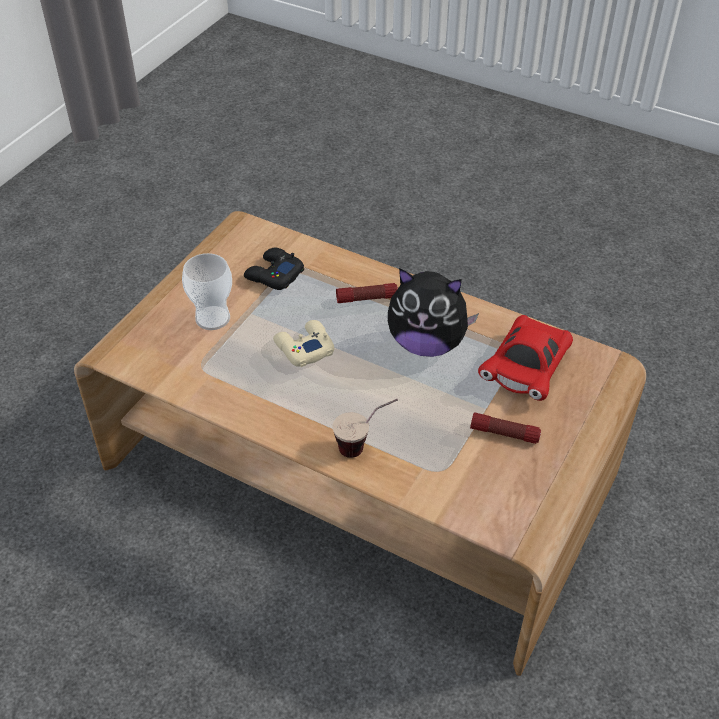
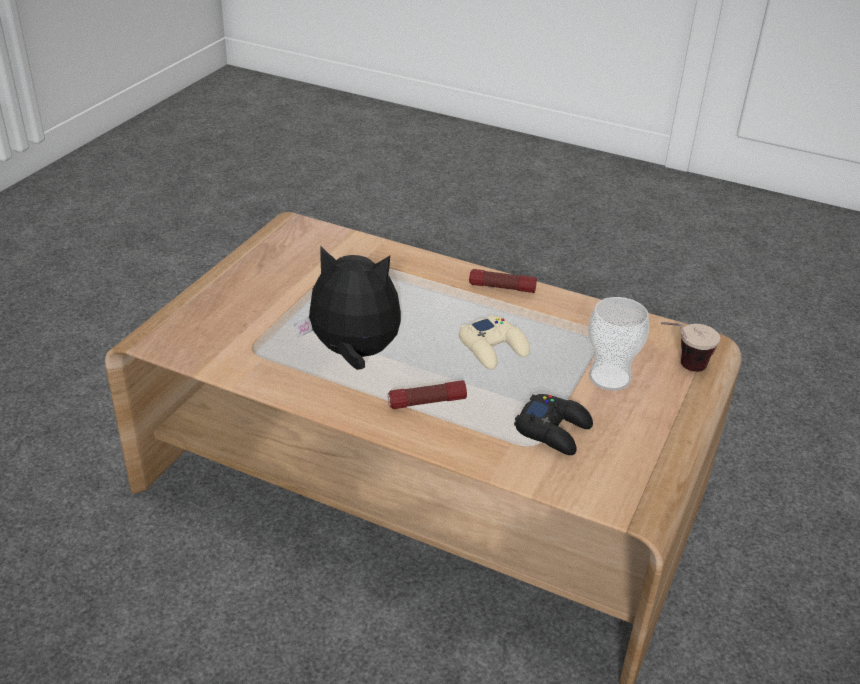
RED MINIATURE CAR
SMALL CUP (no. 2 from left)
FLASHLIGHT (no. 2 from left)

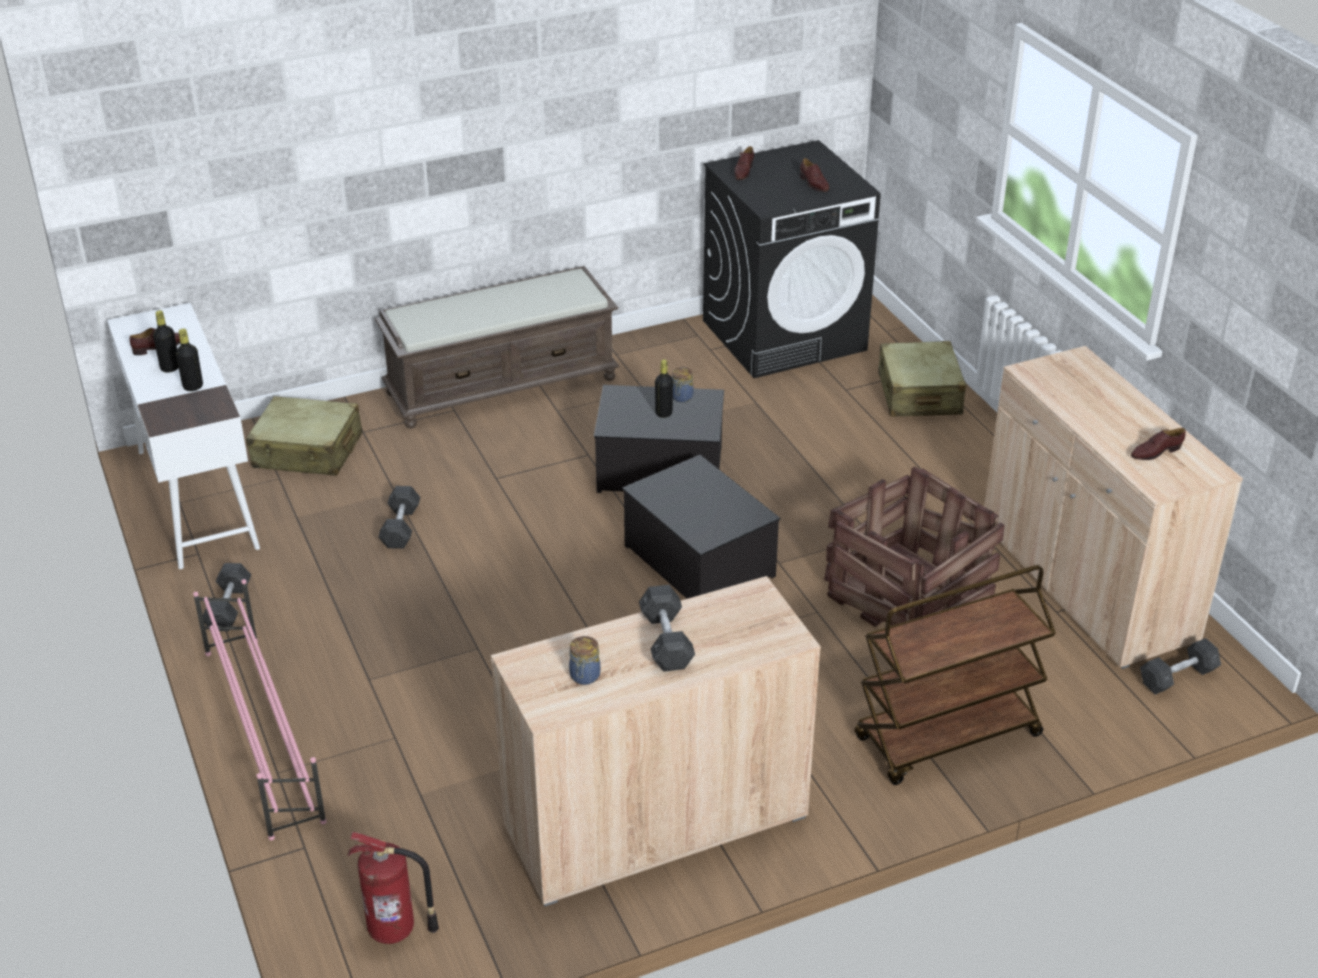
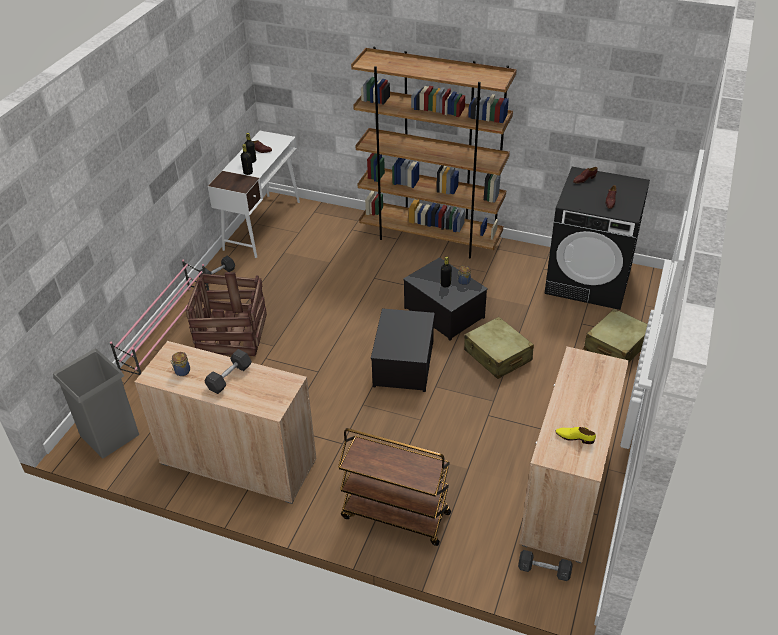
BROWN-COLOURED BOOKCASE
BEIGE TRAVEL CASE (no. 1 from left)
YELLOW LOW SHOE
SHIPPING CRATE
GREY HAND WEIGHT (no. 2 from left in the first image)
GREY TRASH CAN

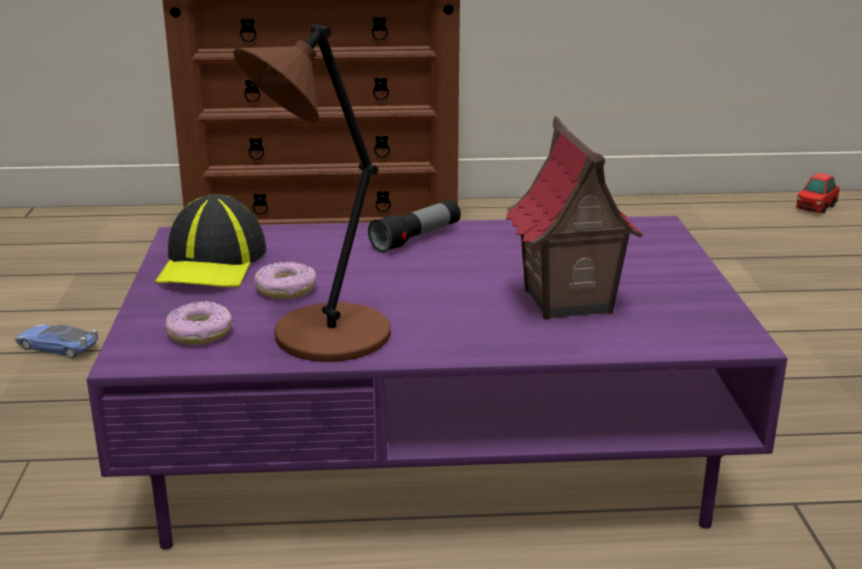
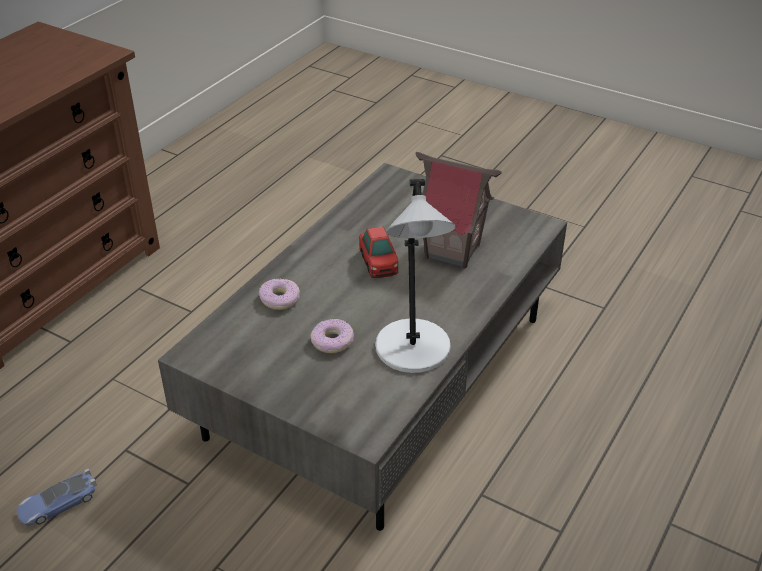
GREY TABLETOP LAMP
MINIATURE CAR (no. 2 from left)
PEAKED CAP
FLASHLIGHT
GREY LOW TABLE
DOUGHNUT (no. 1 from left)

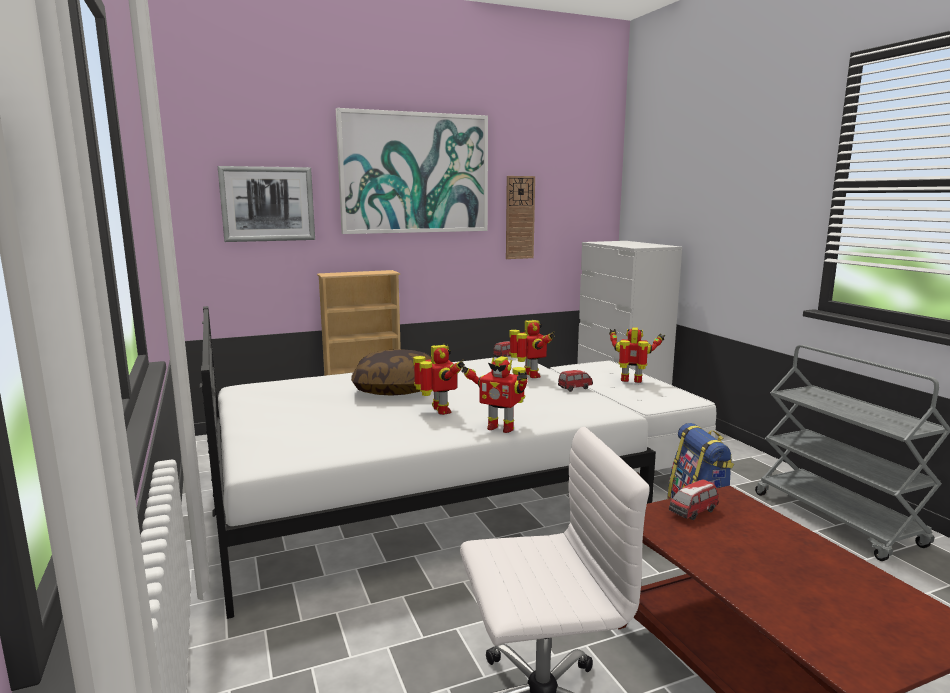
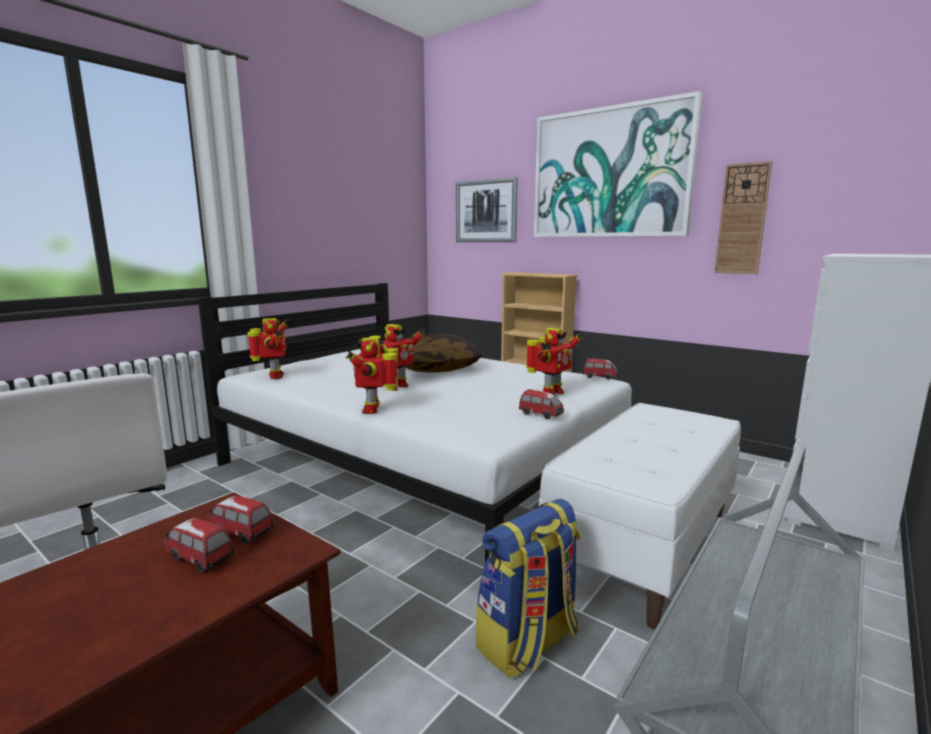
TOY ROBOT (no. 1 from left)
MINIATURE CAR (no. 1 from left)

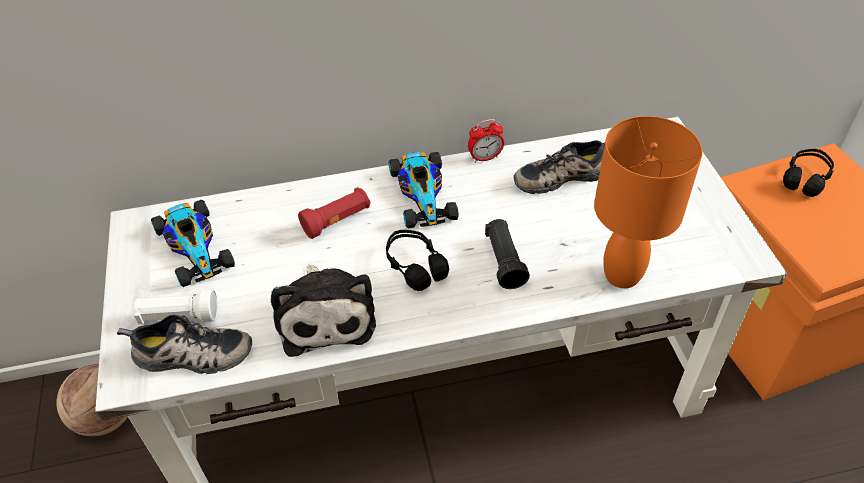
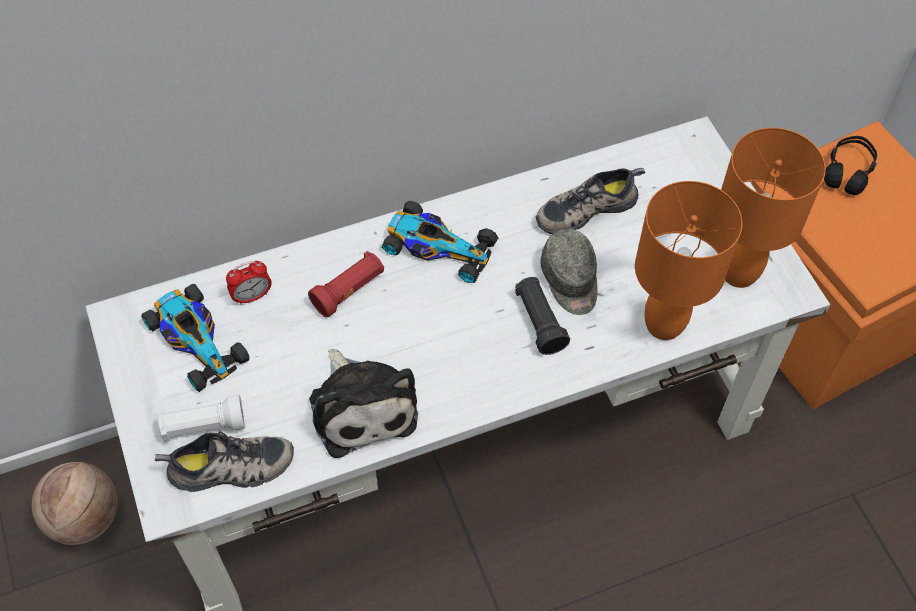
BEDSIDE CLOCK
MINIATURE CAR (no. 2 from left)
BLACK HEADSET (no. 1 from left in the first image)
ORANGE-COLOURED TABLETOP LAMP (no. 2 from left)
GREY PEAKED CAP

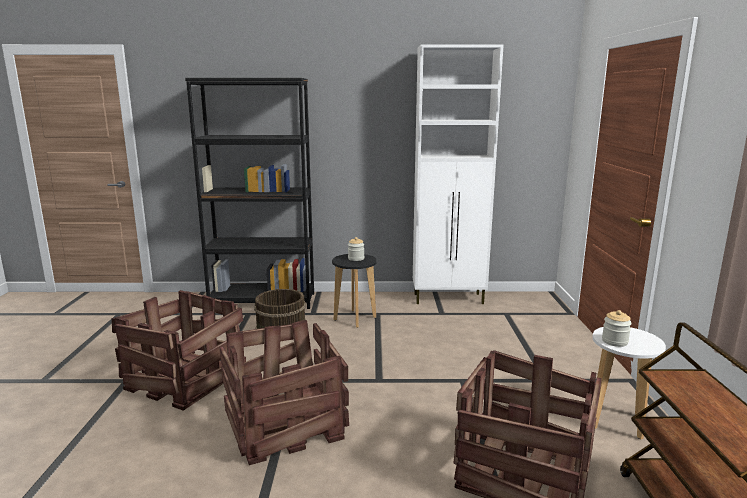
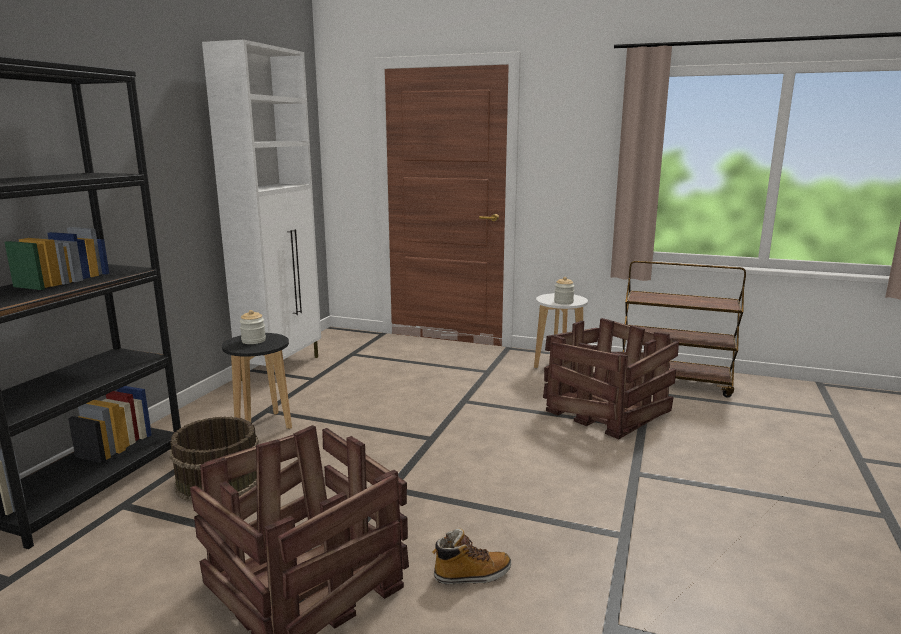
SHIPPING CRATE (no. 2 from left in the first image)
BOOT

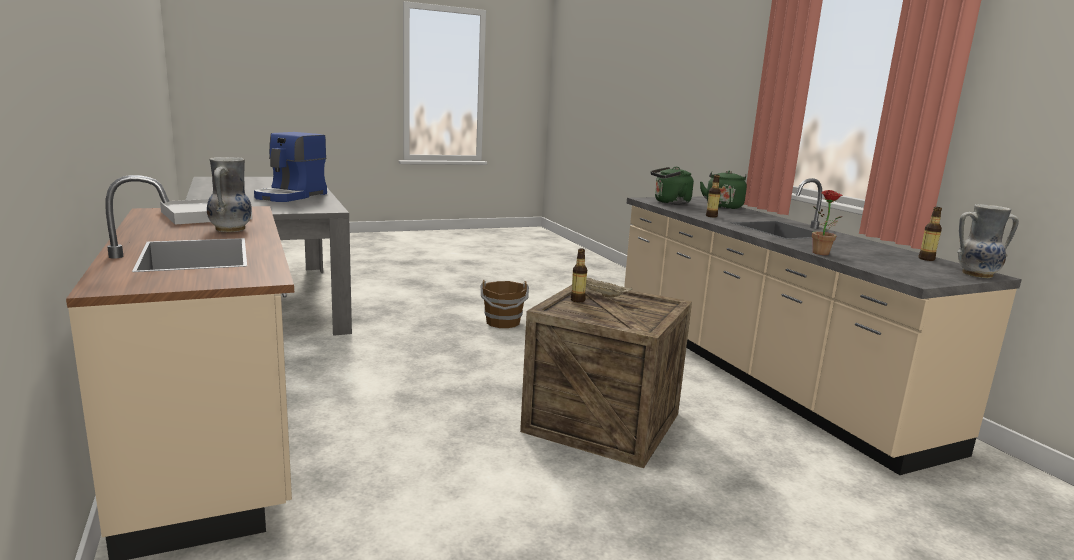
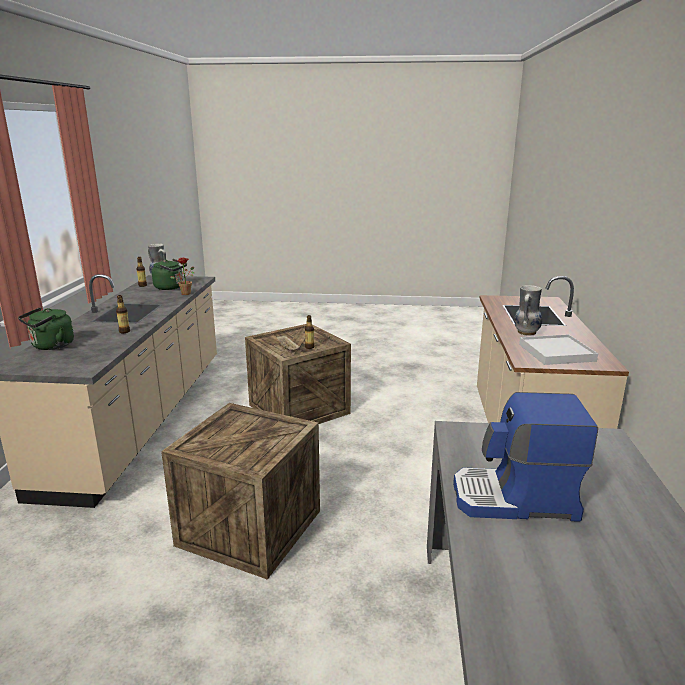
COFFEE MACHINE
GREEN WATER KETTLE (no. 2 from left)
SHIPPING CRATE (no. 1 from left)

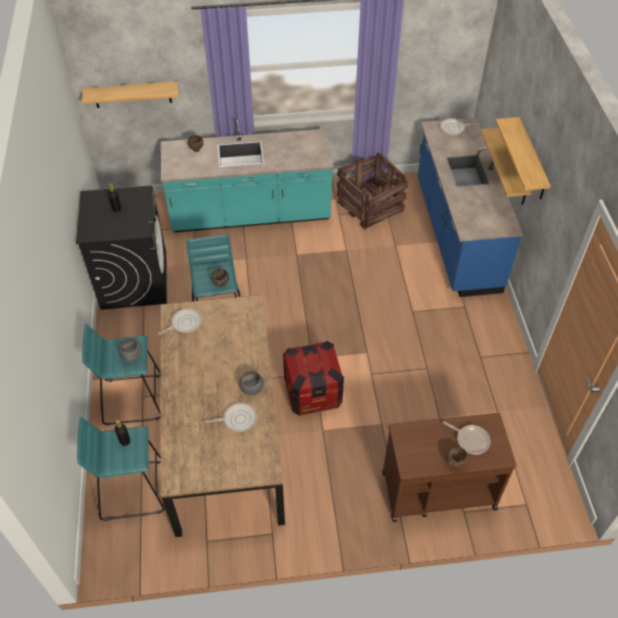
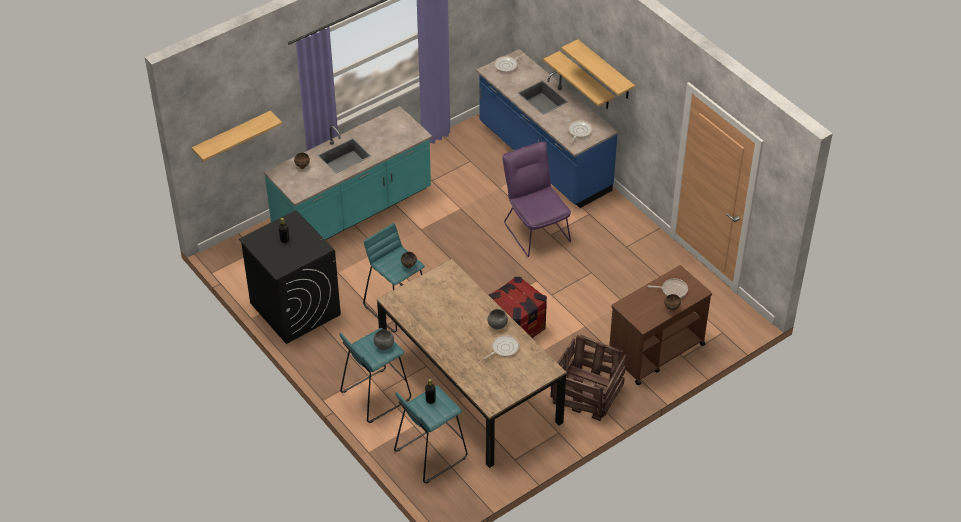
SHIPPING CRATE (no. 2 from left)
SKILLET (no. 3 from left)
PURPLE-COLOURED UPRIGHT CHAIR

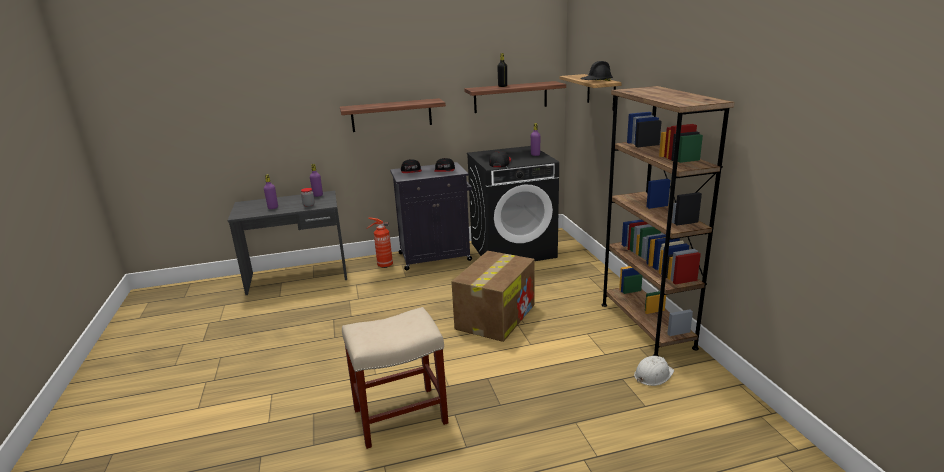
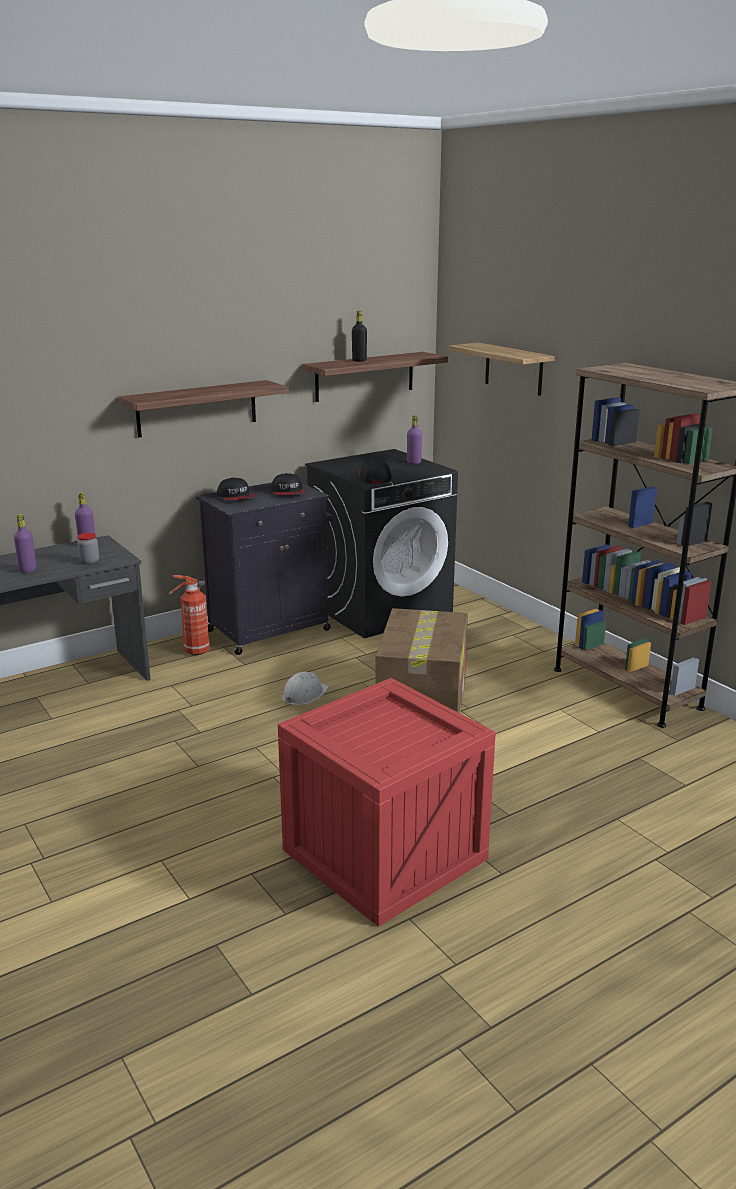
BLACK HARD HAT
SHIPPING CRATE
WHITISH HARD HAT

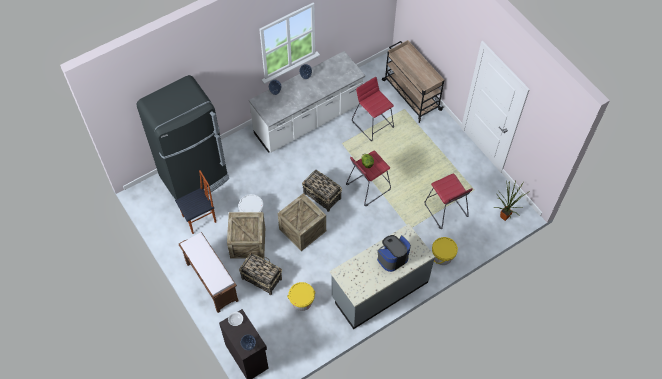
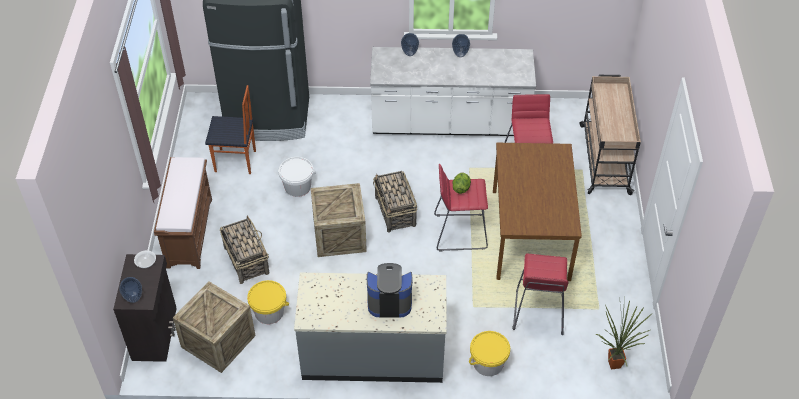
SHIPPING CRATE (no. 1 from left)
BROWN-COLOURED DINING TABLE

